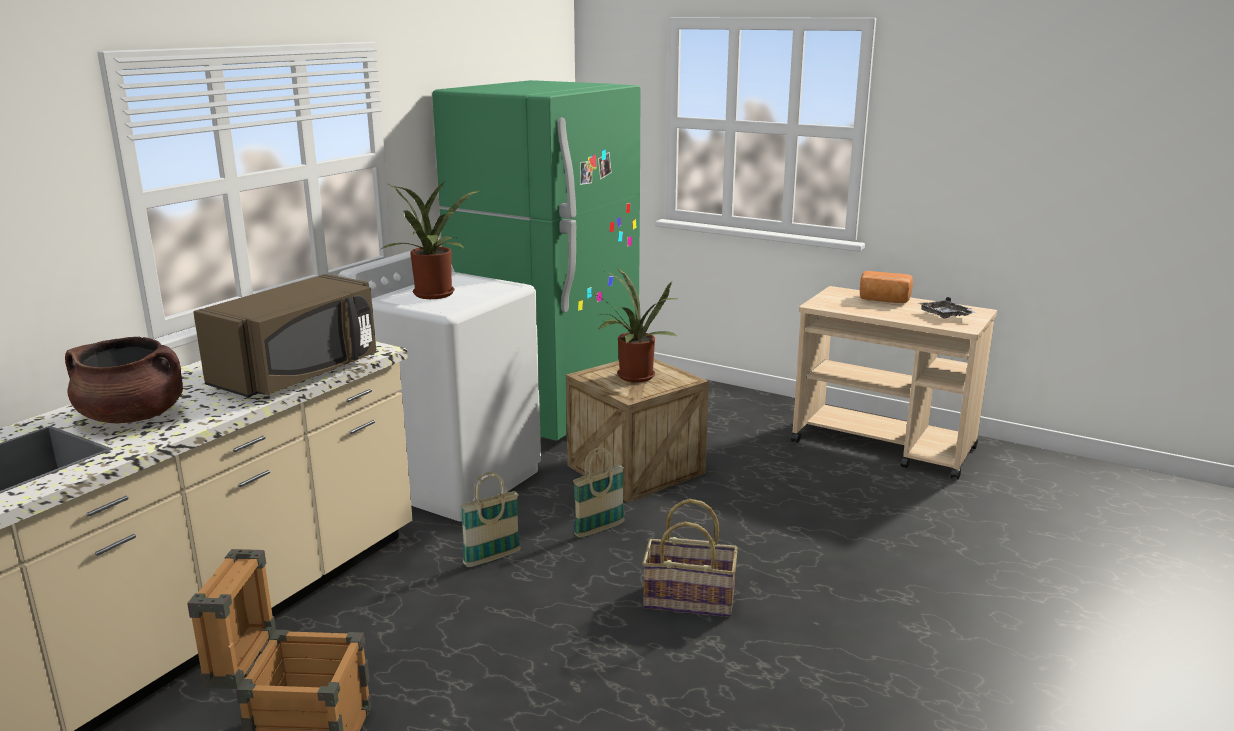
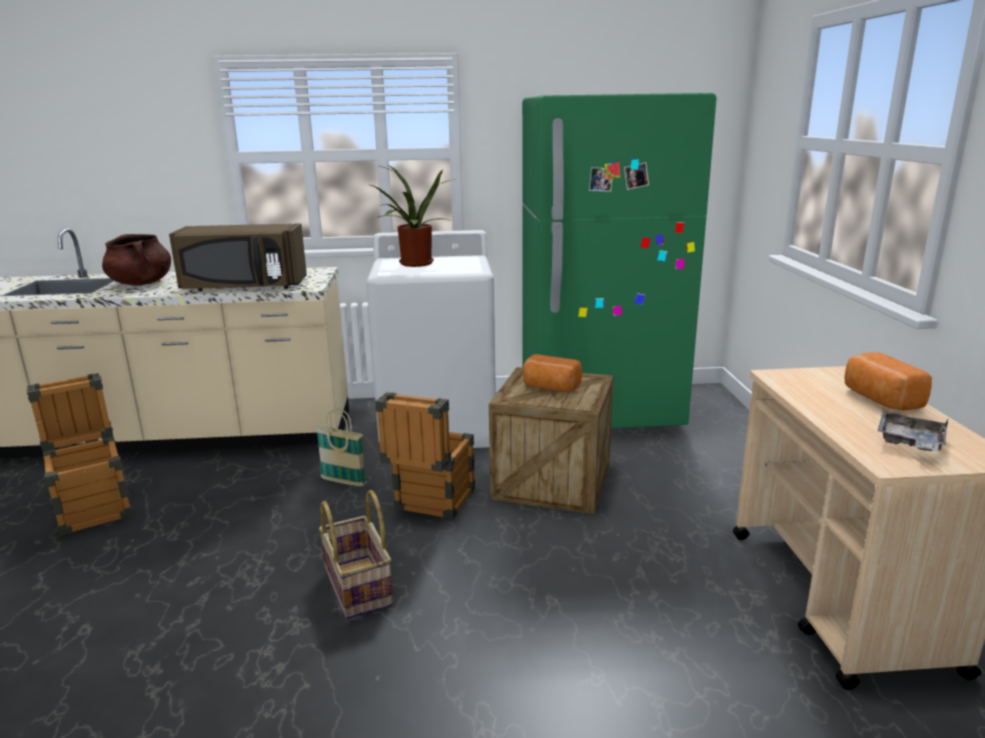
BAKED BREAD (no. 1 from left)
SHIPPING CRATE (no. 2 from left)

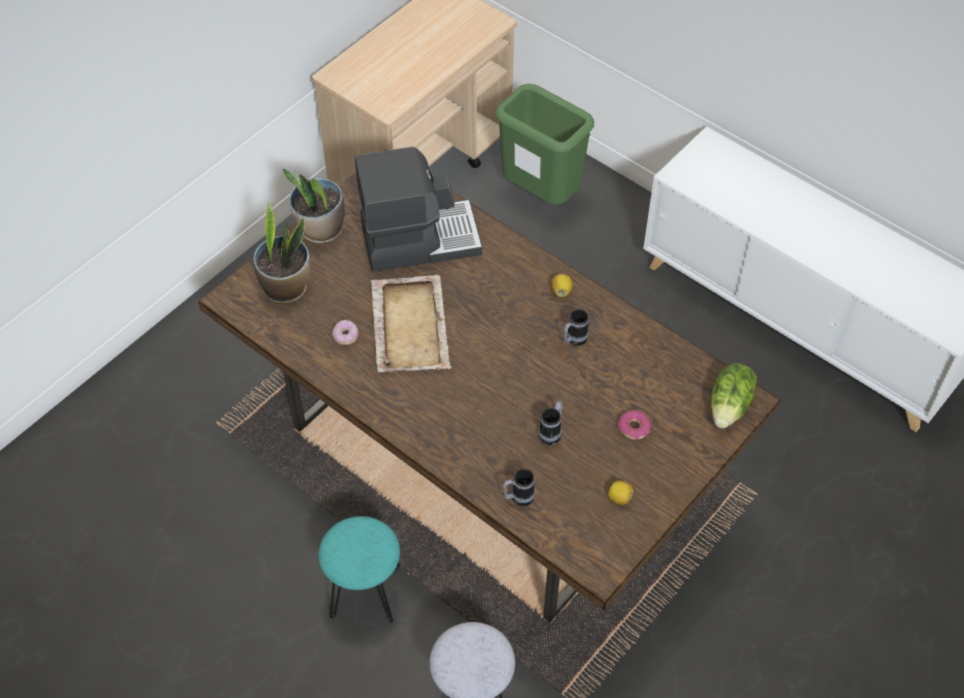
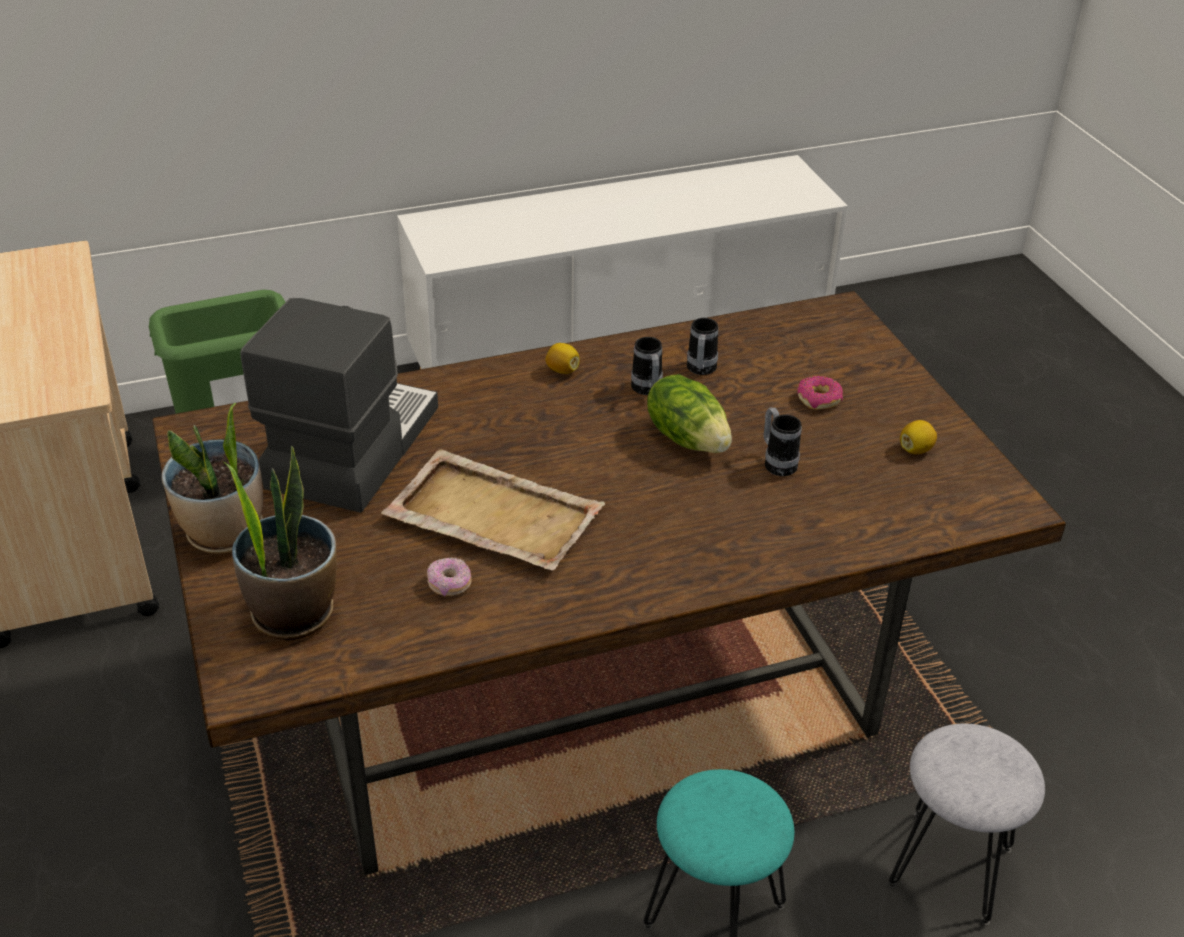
LETTUCE
COFFEE MUG (no. 2 from left)

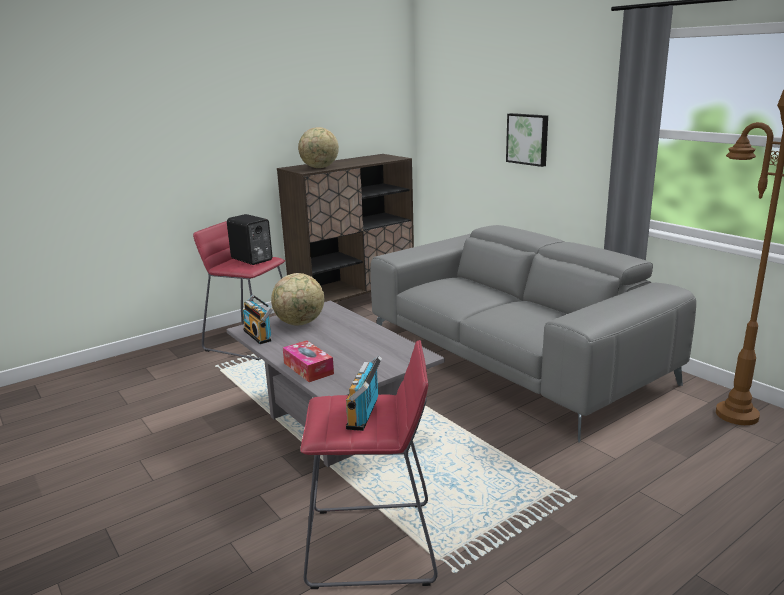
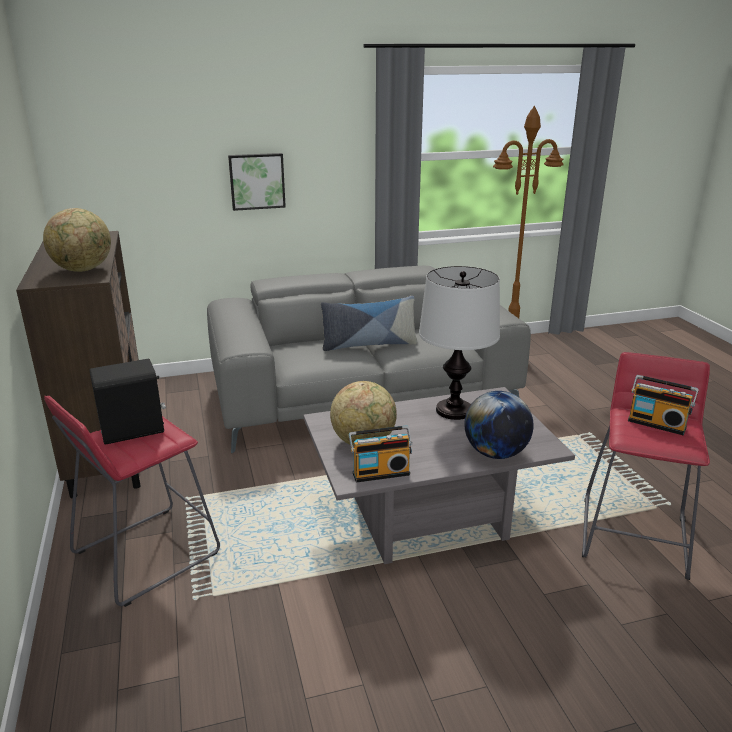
GLOBE (no. 3 from left)
TABLETOP LAMP
CUSHION

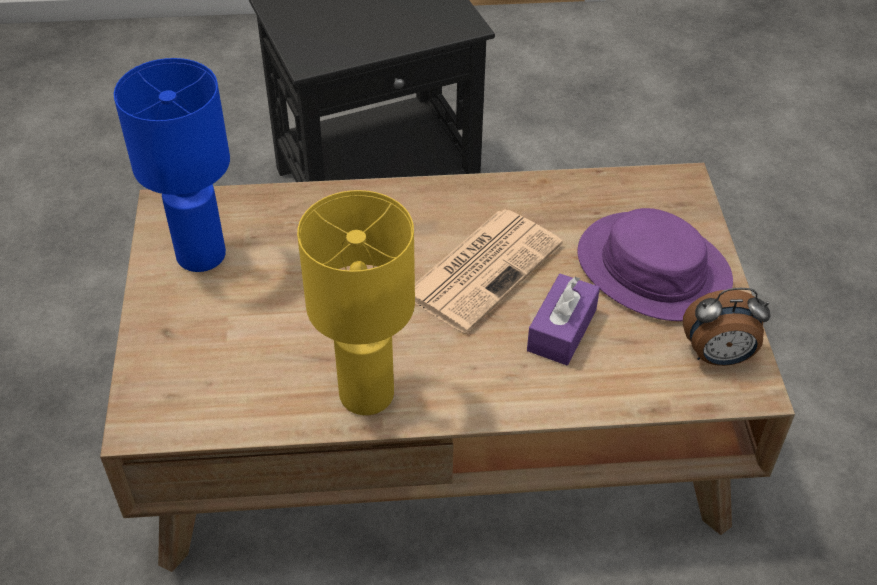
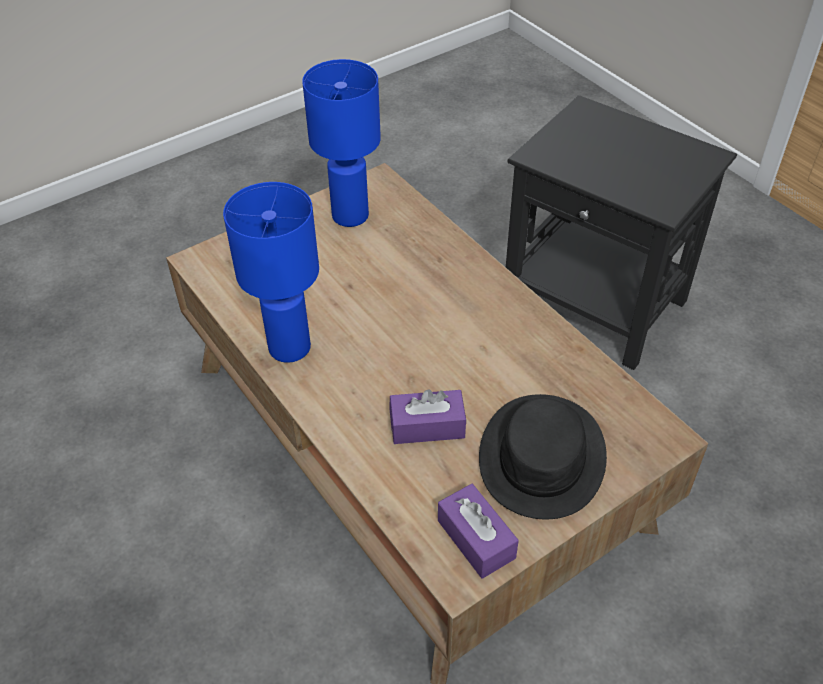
BLUE-COLOURED TABLETOP LAMP (no. 1 from left)
BLACK CLOTHING HAT
NEWSPAPER
PURPLE-COLOURED TISSUE BOX (no. 2 from left)

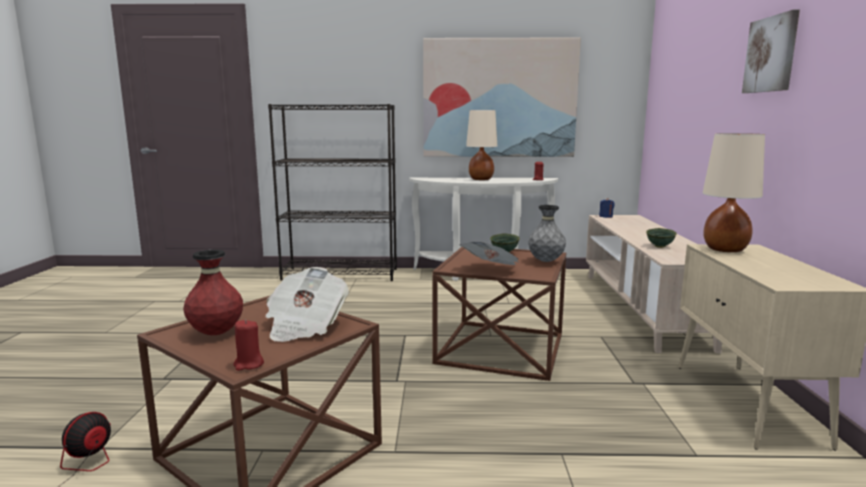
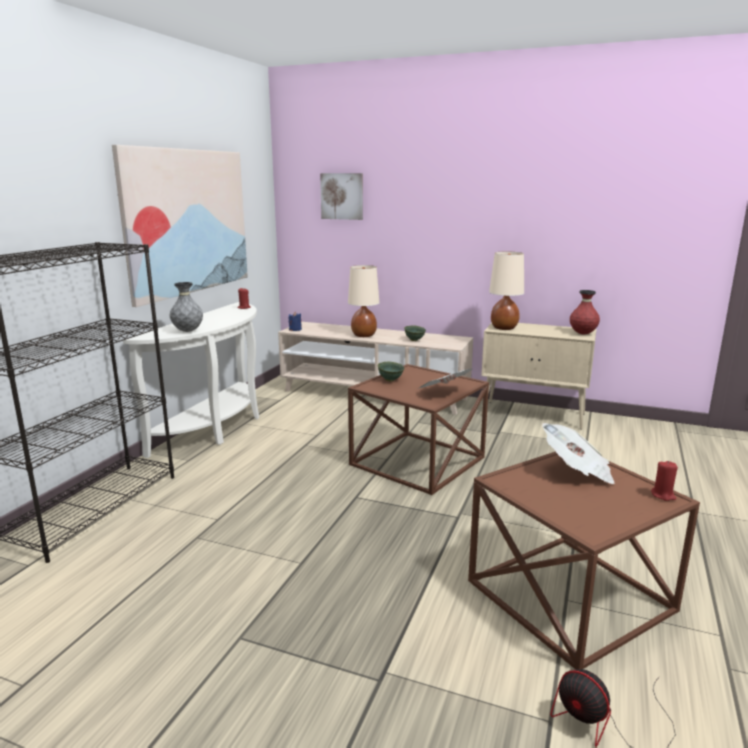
PICTURE (no. 2 from left)
BEIGE TABLETOP LAMP (no. 1 from left)
GREY VASE
RED VASE

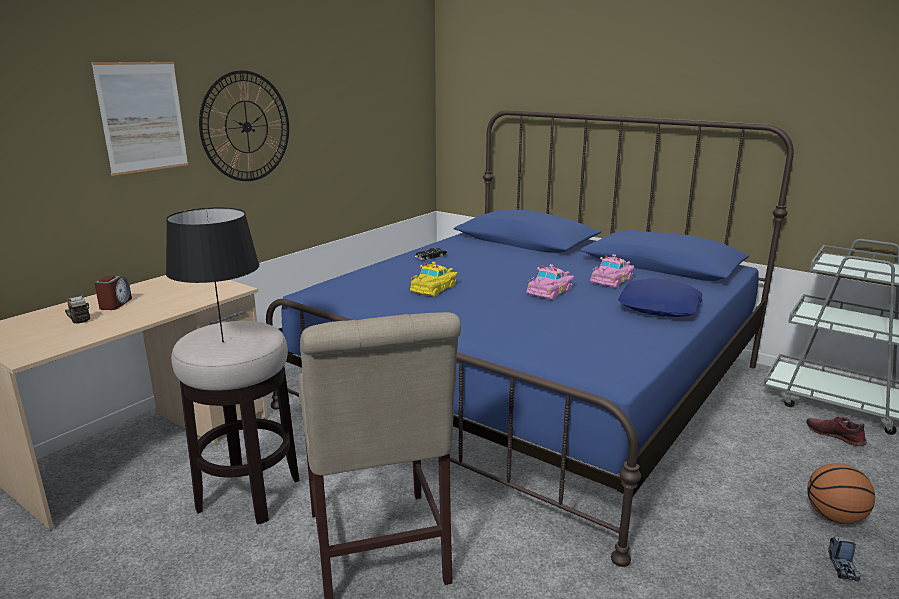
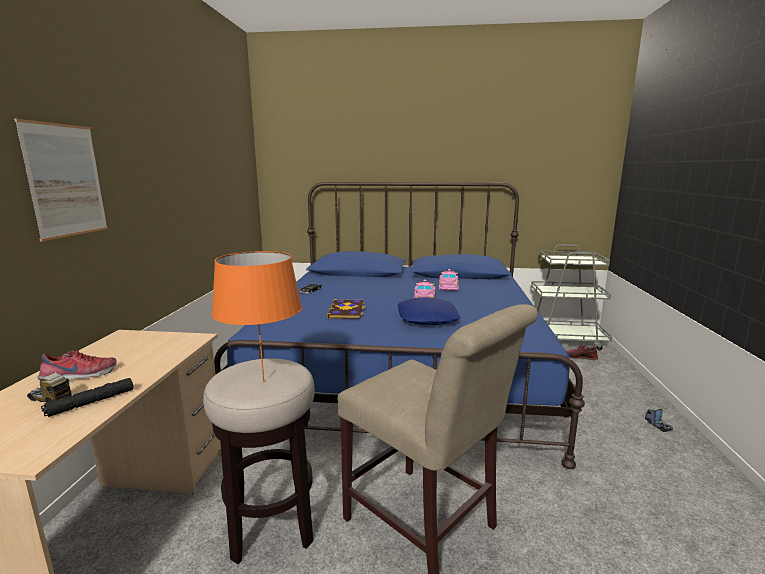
HANGING CLOCK
ORANGE-COLOURED TABLETOP LAMP
VOLUME
LOW SHOE (no. 1 from left)
BLUE-COLOURED CUSHION
BALL FOR BASKETBALL
BLACK FLASHLIGHT

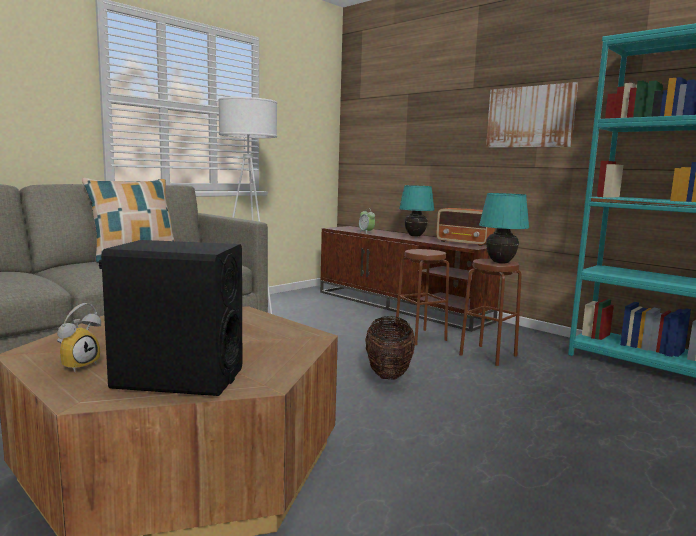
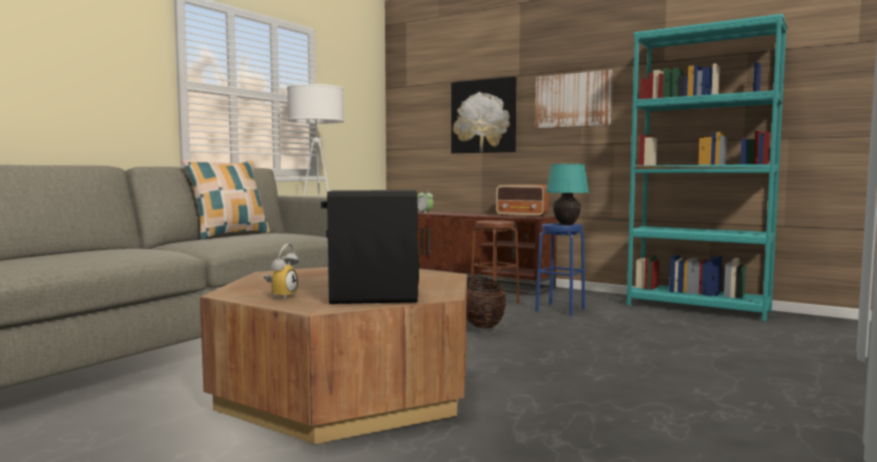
BLUE-GREEN TABLETOP LAMP (no. 1 from left in the first image)
BLUE-COLOURED STOOL SEAT
PICTURE (no. 1 from left)

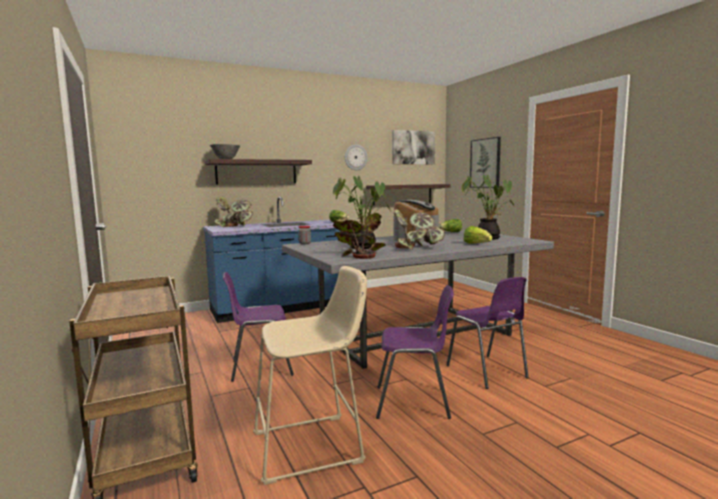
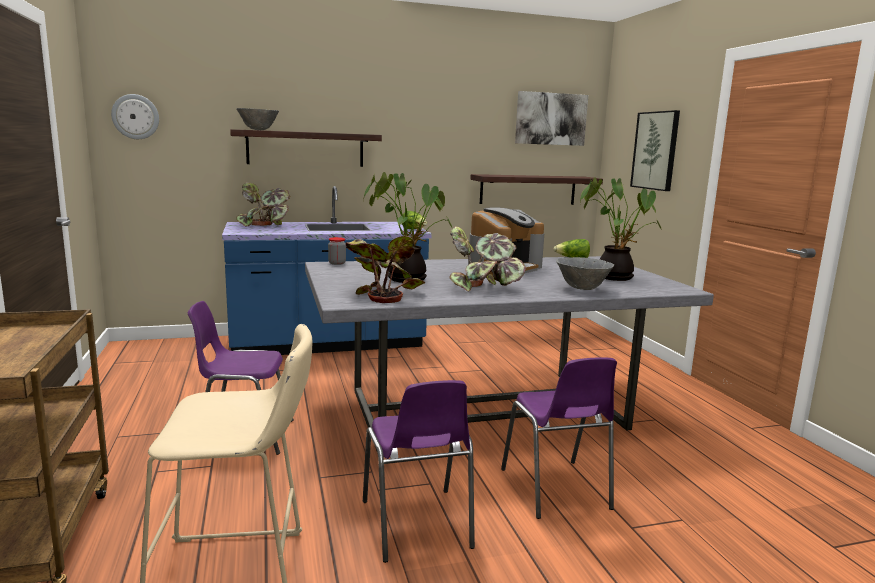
HANGING CLOCK
GREY DEEP DISH (no. 2 from left)
PURPLE-COLOURED UPRIGHT CHAIR (no. 2 from left)

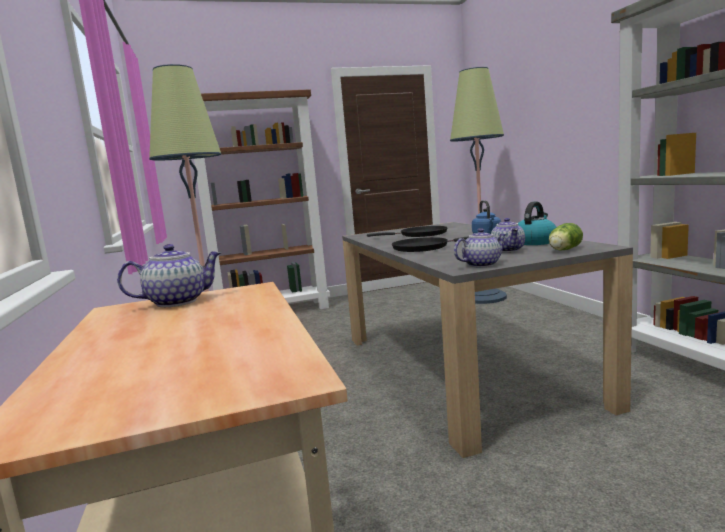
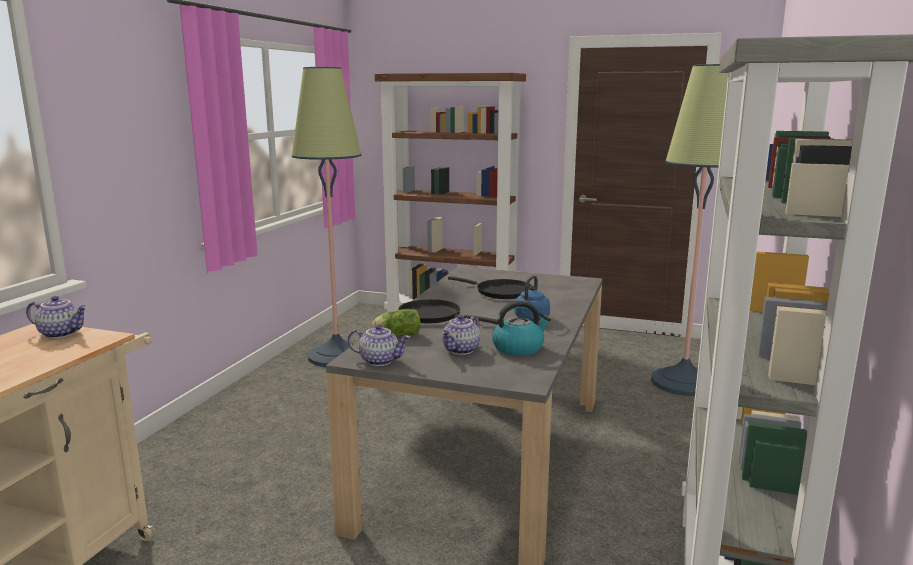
LETTUCE

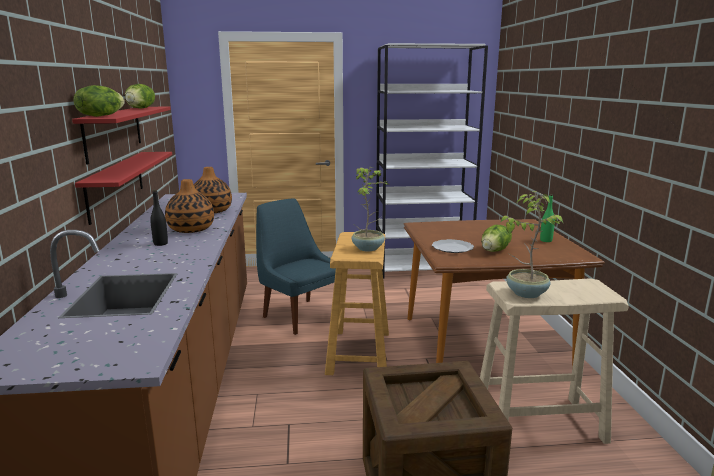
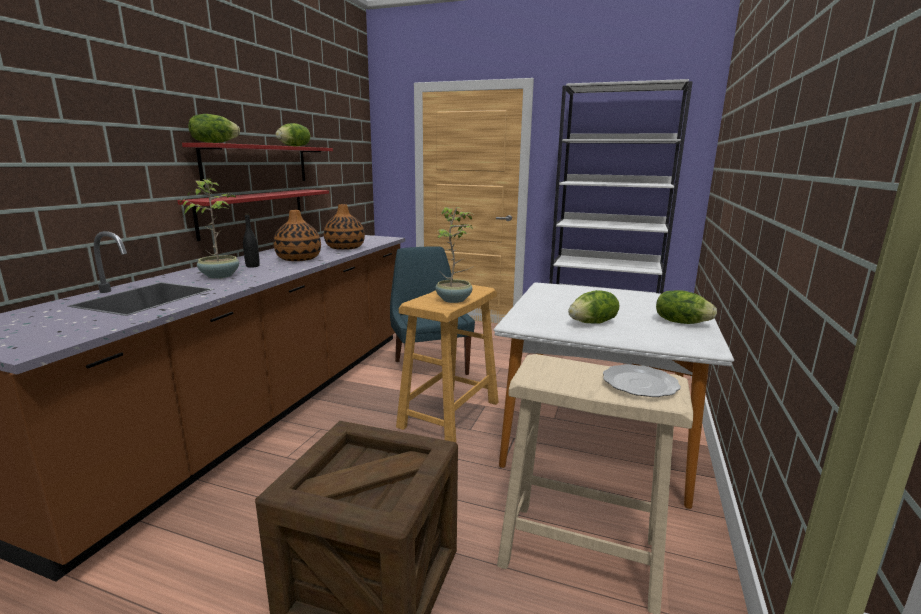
HOUSEPLANT (no. 1 from left)
LETTUCE (no. 4 from left)
WHITISH DINING TABLE
DINNER PLATE

